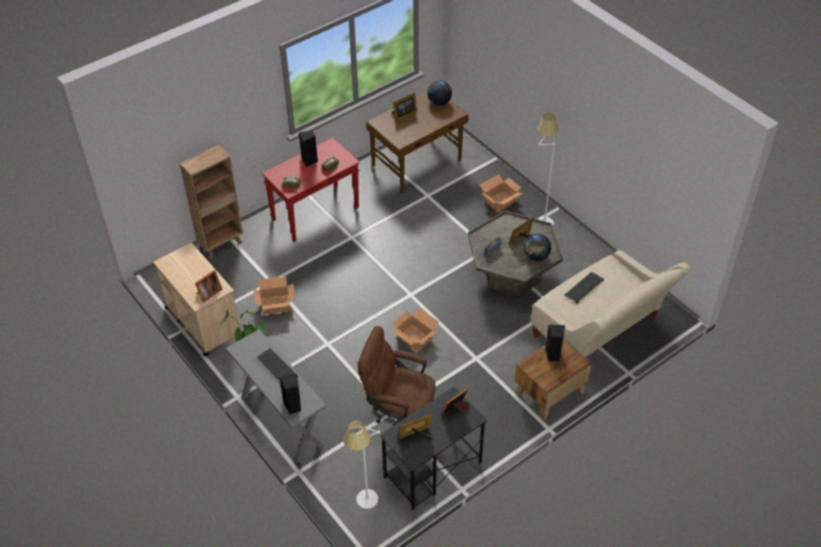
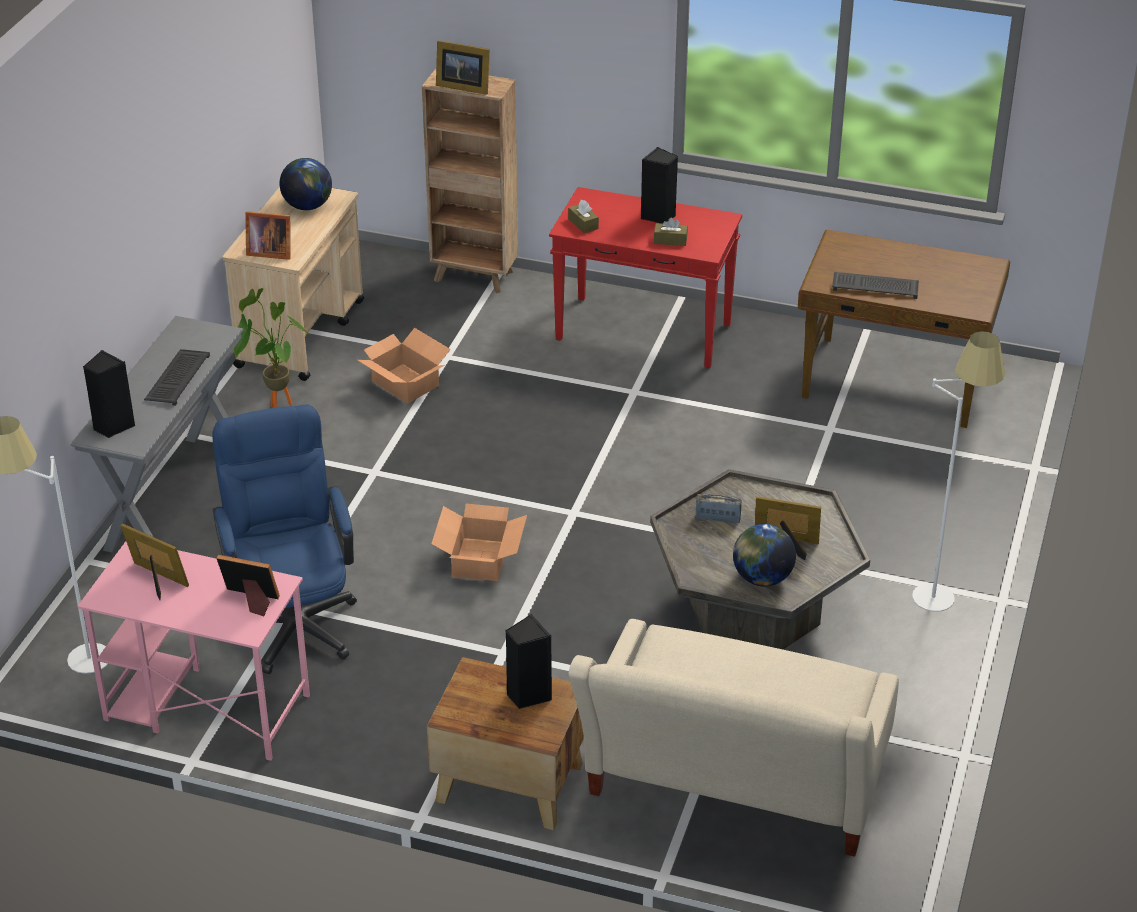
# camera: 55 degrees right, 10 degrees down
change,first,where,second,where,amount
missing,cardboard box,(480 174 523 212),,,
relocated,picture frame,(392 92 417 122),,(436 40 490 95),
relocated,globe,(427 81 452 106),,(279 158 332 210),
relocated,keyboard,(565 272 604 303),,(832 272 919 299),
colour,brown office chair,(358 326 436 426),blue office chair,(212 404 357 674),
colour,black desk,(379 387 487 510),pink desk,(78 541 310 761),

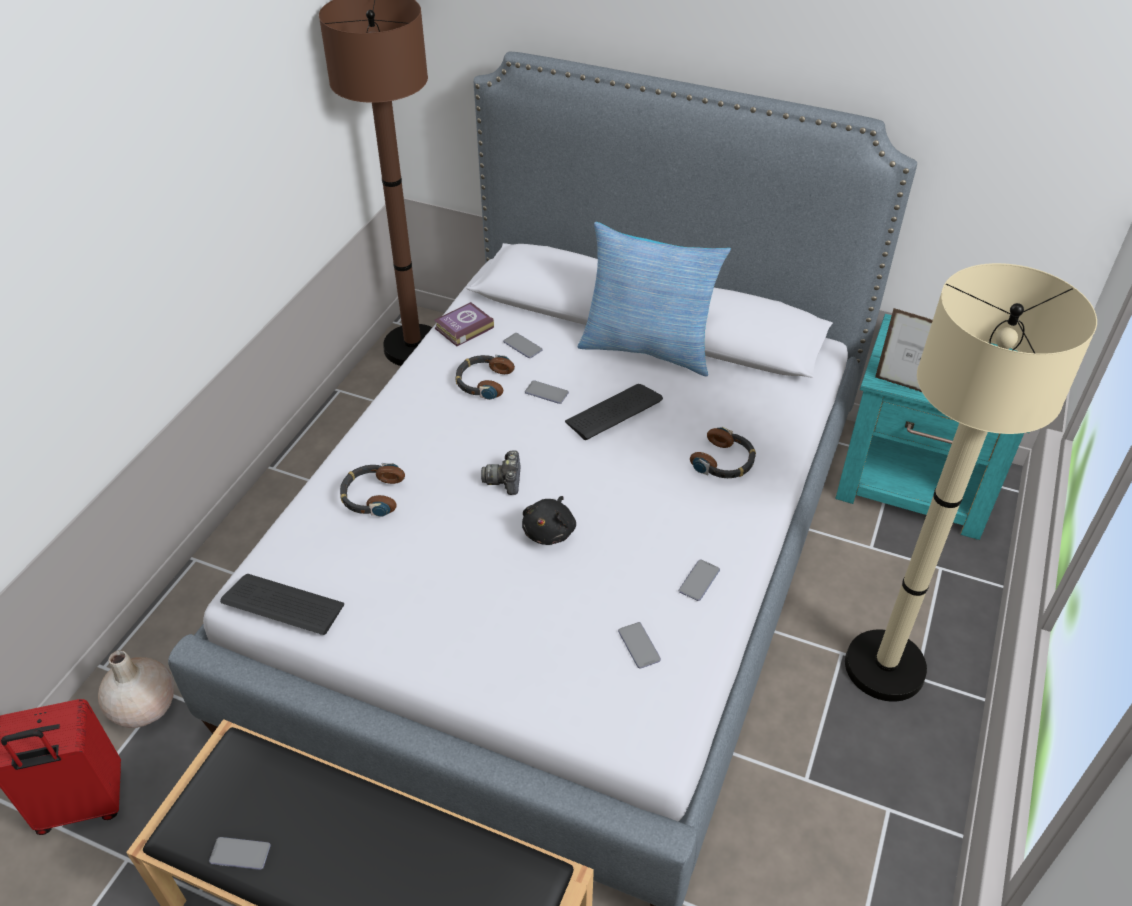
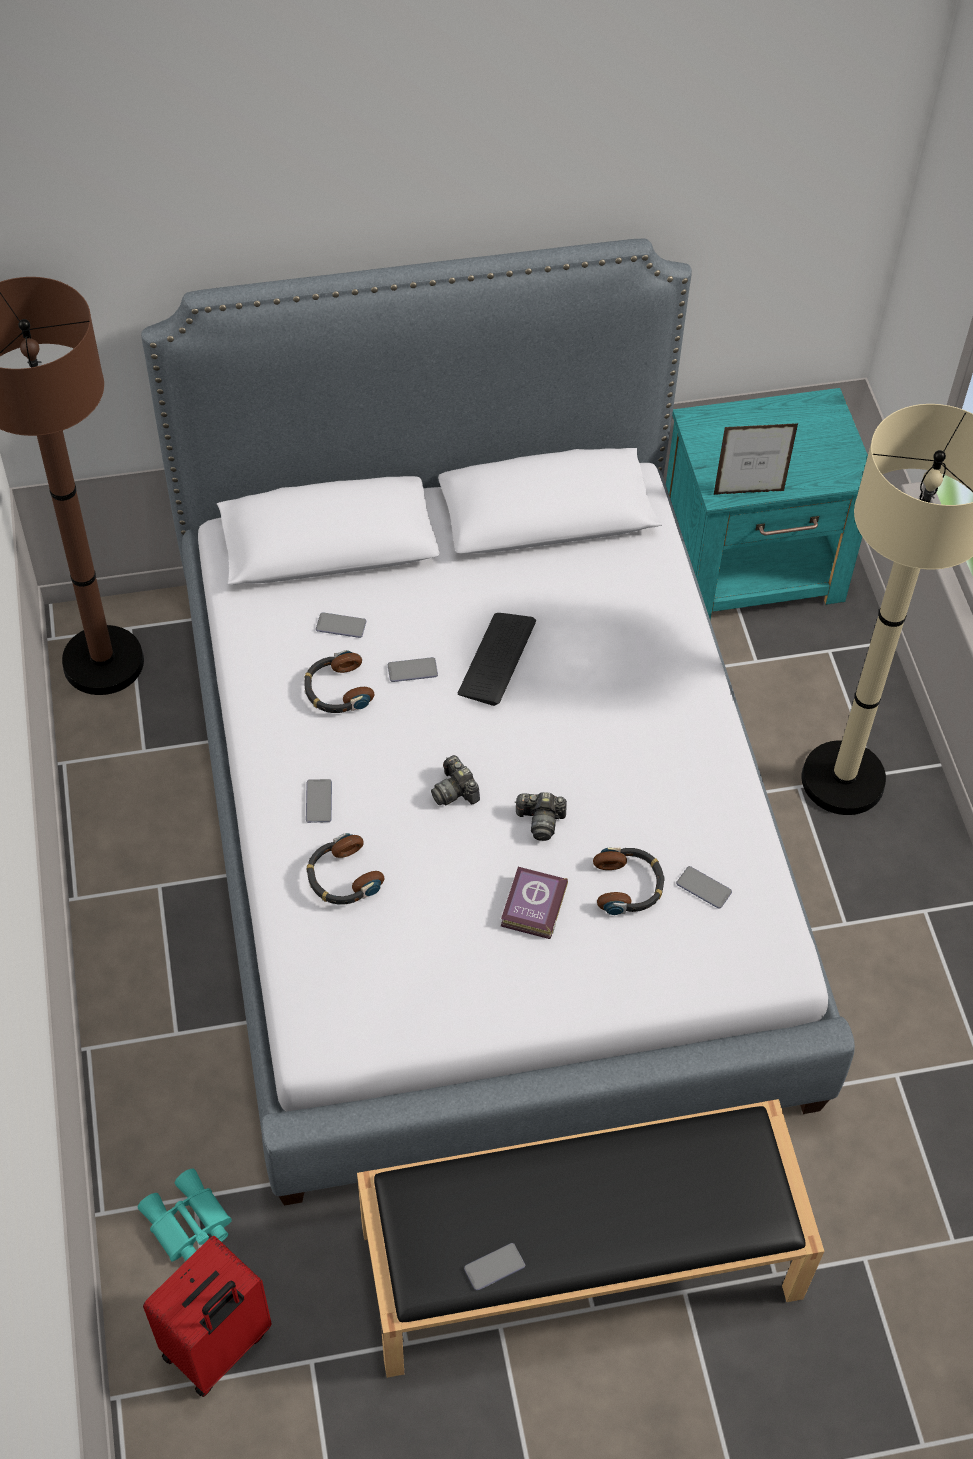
# camera: 35 degrees left, 10 degrees up
change,first,where,second,where,amount
missing,keyboard,(220 574 344 635),,,
missing,pillow,(578 222 731 377),,,
relocated,book,(434 302 494 346),,(501 867 568 939),
relocated,phone,(679 560 720 601),,(306 779 332 823),
relocated,headphones,(690 427 756 478),,(593 848 665 915),
exchanged,beige vase,(98 650 174 728),turquoise binoculars,(138 1169 232 1262),
exchanged,black plush toy,(522 496 576 545),photo camera,(515 792 567 841),

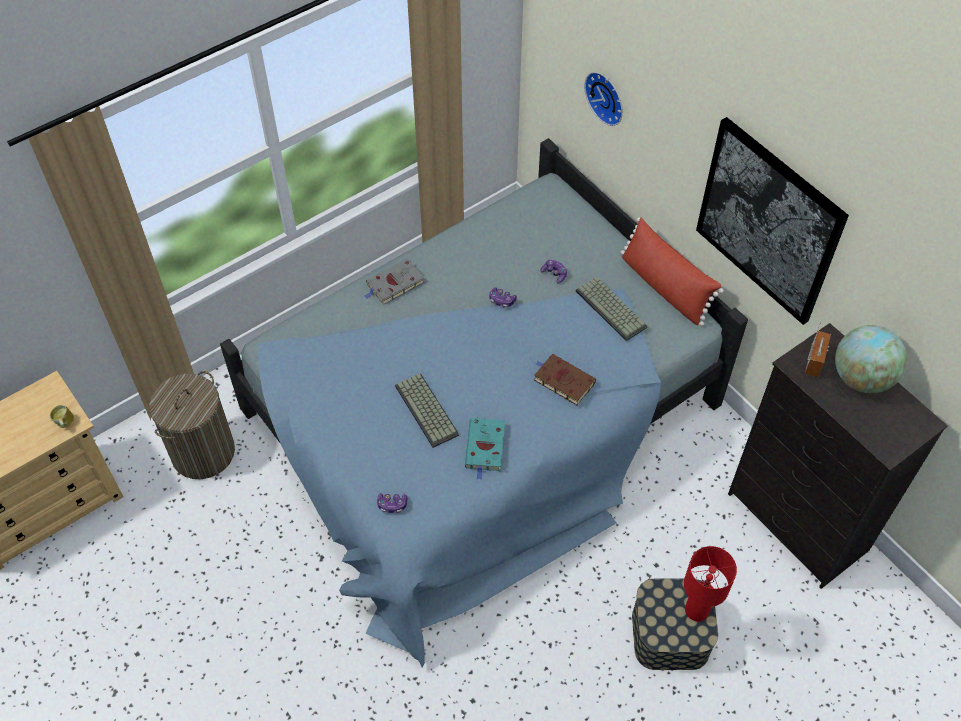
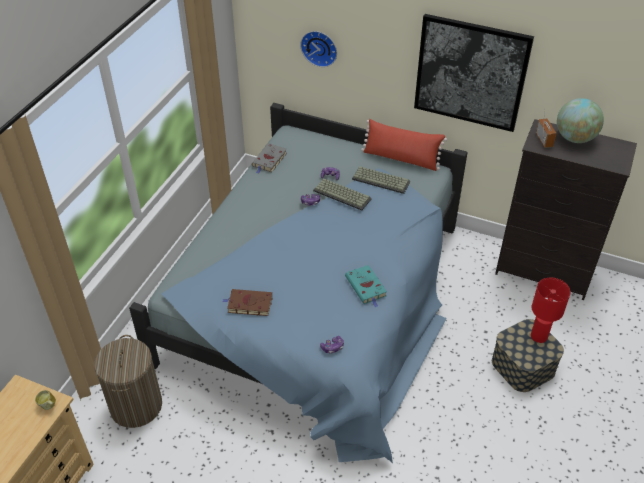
# camera: 30 degrees left, 10 degrees down
change,first,where,second,where,amount
relocated,grey book,(365 258 424 305),,(252 143 287 174),
relocated,keyboard,(395 373 459 448),,(313 179 372 211),
relocated,brown book,(534 354 596 405),,(223 289 272 316),

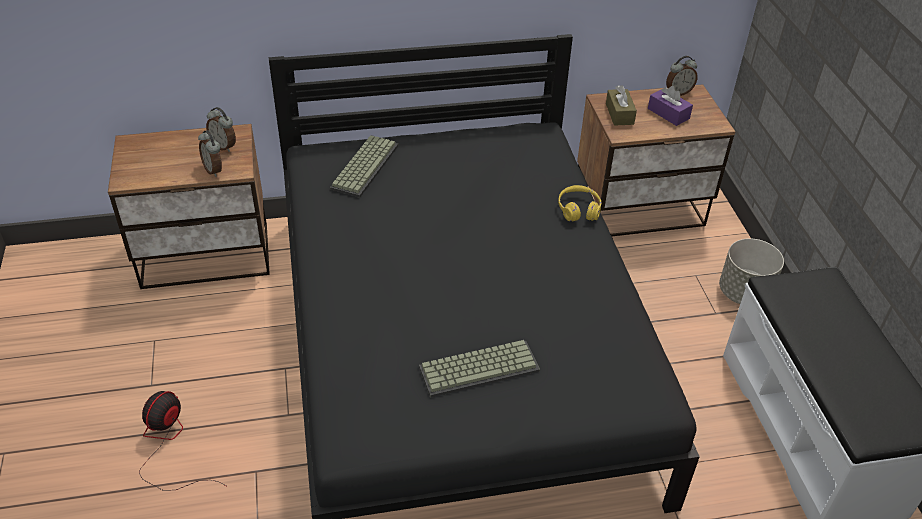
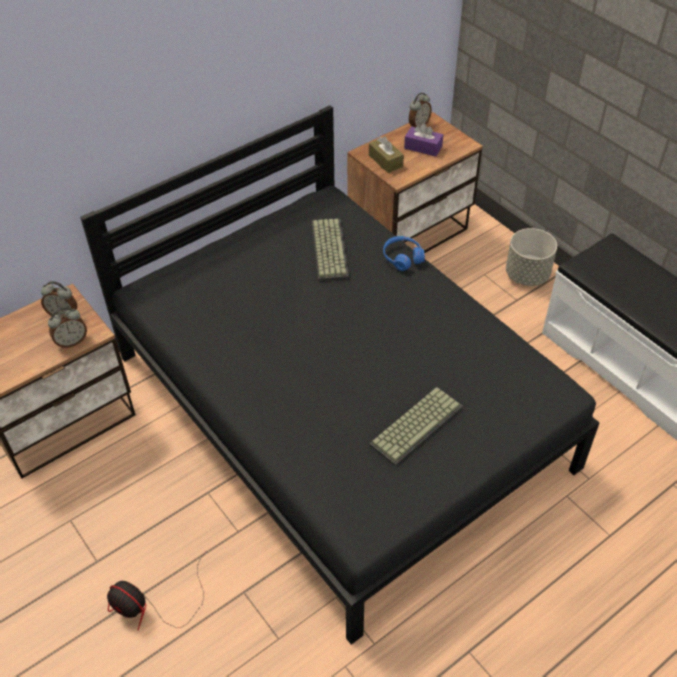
# camera: 25 degrees left, 5 degrees up
change,first,where,second,where,amount
relocated,keyboard,(330 135 399 197),,(312 218 349 280),
colour,yellow headphones,(558 185 601 221),blue headphones,(383 236 425 271),
spun,fan,(139 391 226 491),,(107 552 206 630),60 degrees counterclockwise
spun,alarm clock,(198 130 222 177),,(48 307 87 348),60 degrees counterclockwise

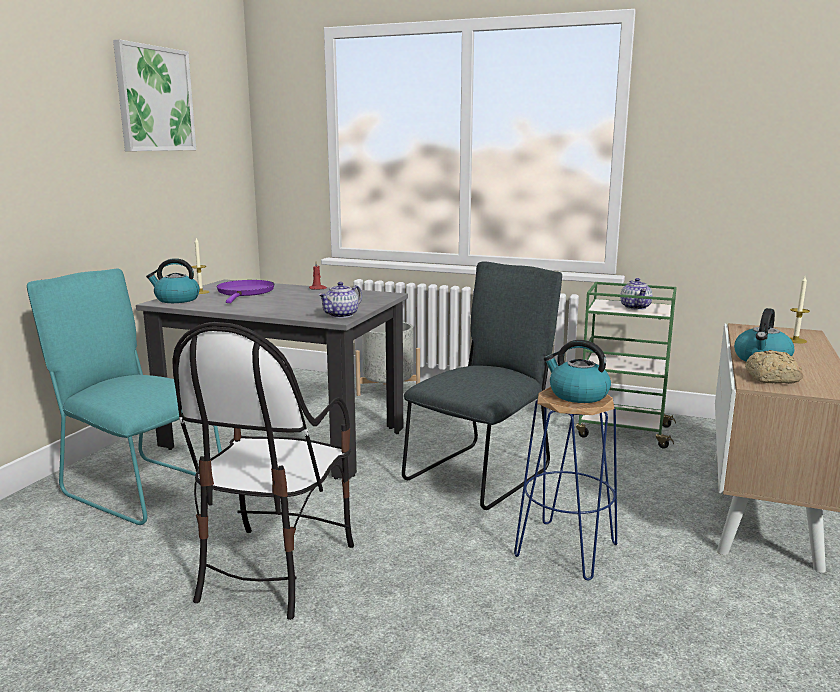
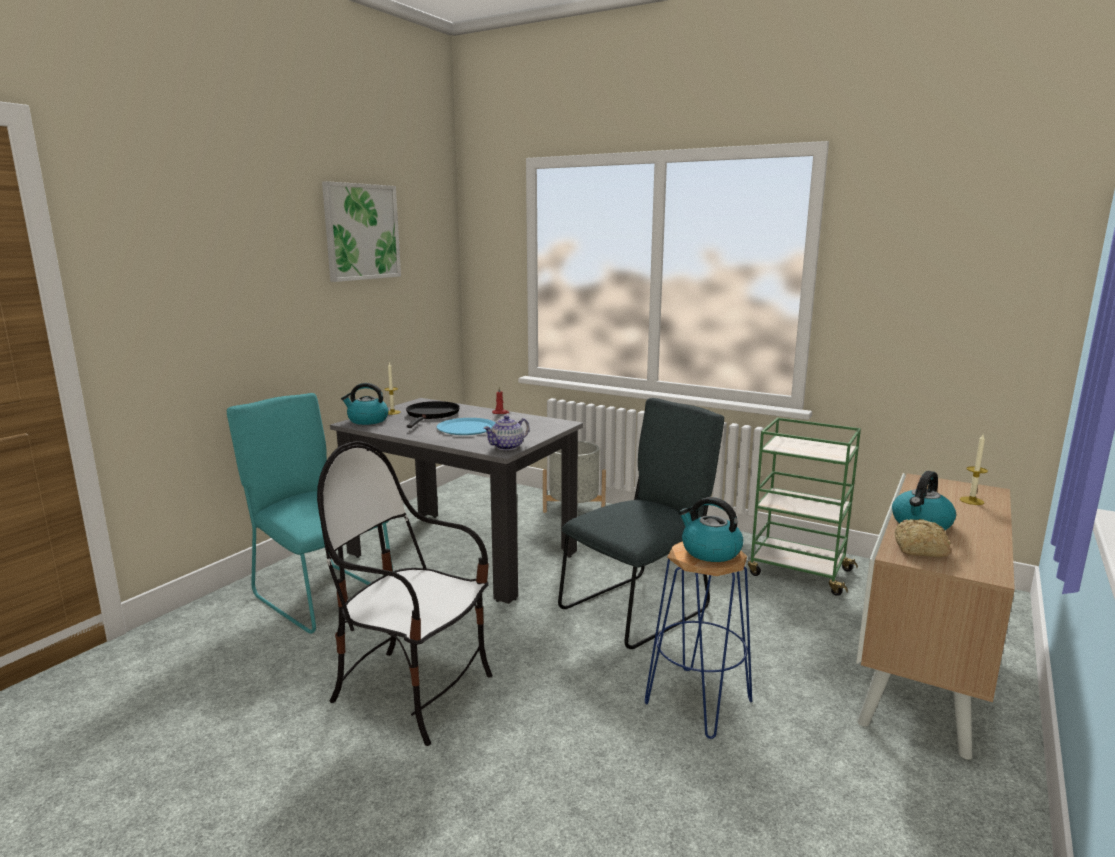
# camera: 10 degrees right, 0 degrees up
change,first,where,second,where,amount
missing,teapot,(620 278 653 310),,,
appeared,,,blue plate,(437 418 495 435),
colour,purple frying pan,(216 280 275 303),black frying pan,(406 401 460 428),
spun,chair,(172 322 354 620),,(317 441 493 746),90 degrees clockwise

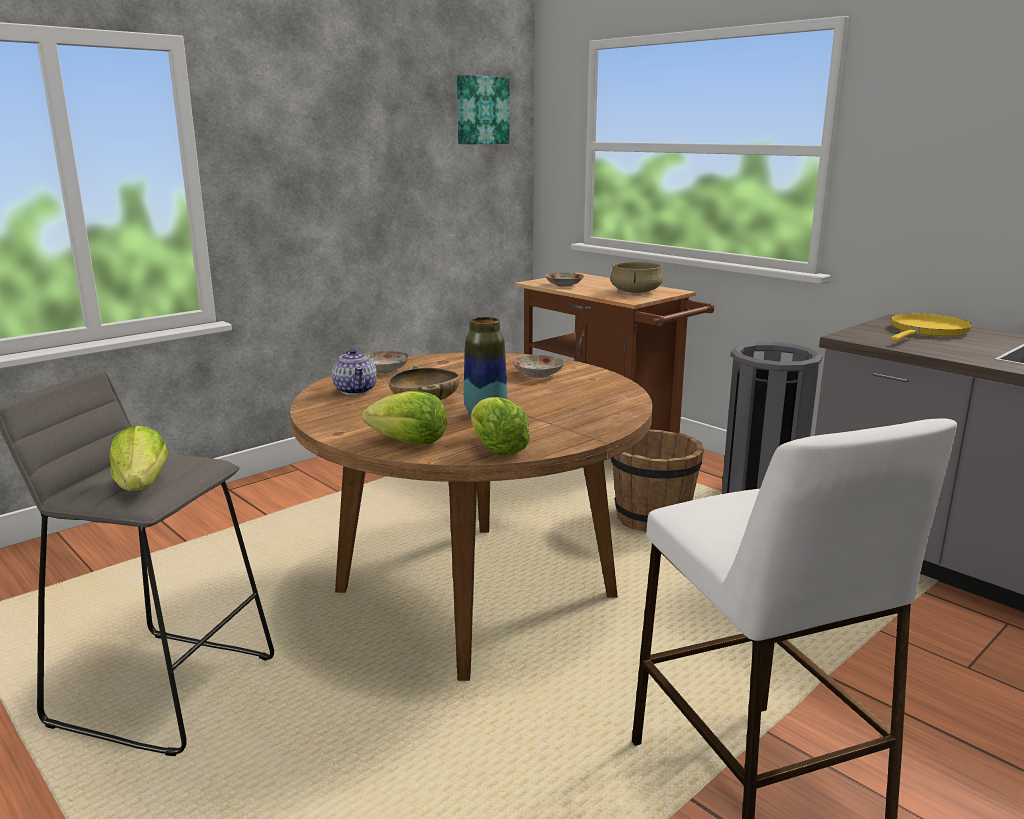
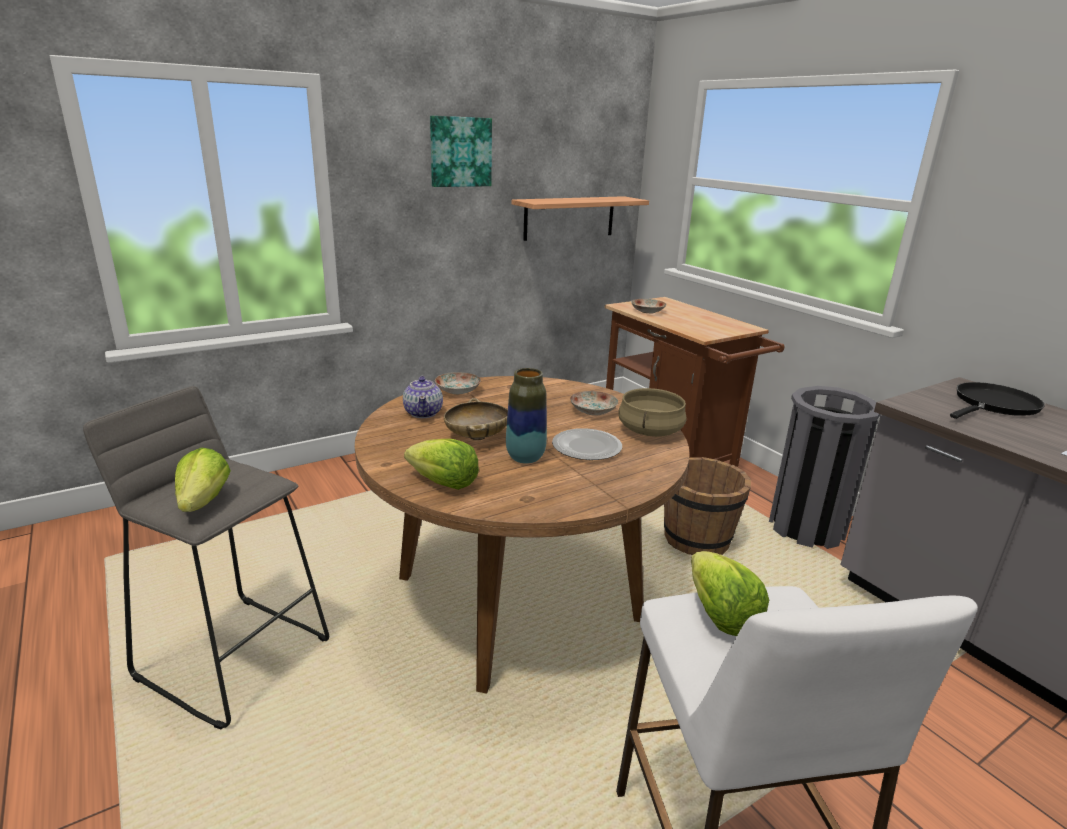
# camera: 10 degrees right, 5 degrees up
change,first,where,second,where,amount
appeared,,,shelf,(512 196 649 241),
appeared,,,plate,(552 428 622 460),
relocated,picture,(457 75 510 144),,(430 116 492 187),
relocated,lettuce,(471 397 530 456),,(691 551 769 636),
relocated,beige cooking pot,(610 262 663 293),,(618 388 687 437),
colour,yellow frying pan,(891 313 972 341),black frying pan,(950 382 1045 419),

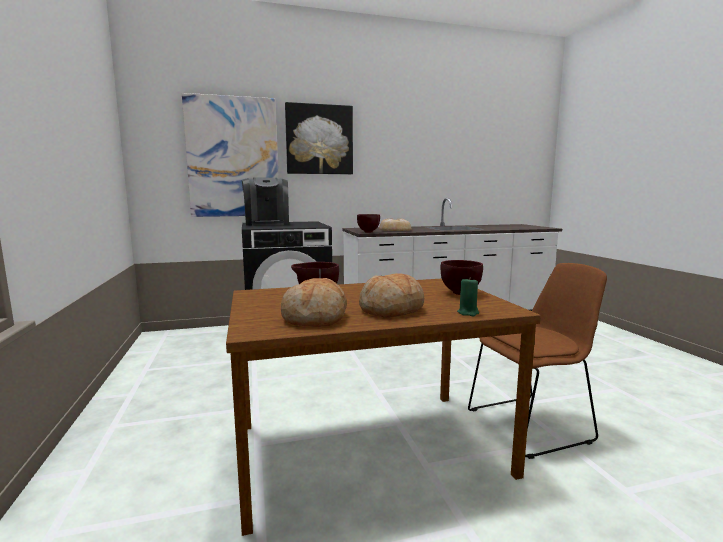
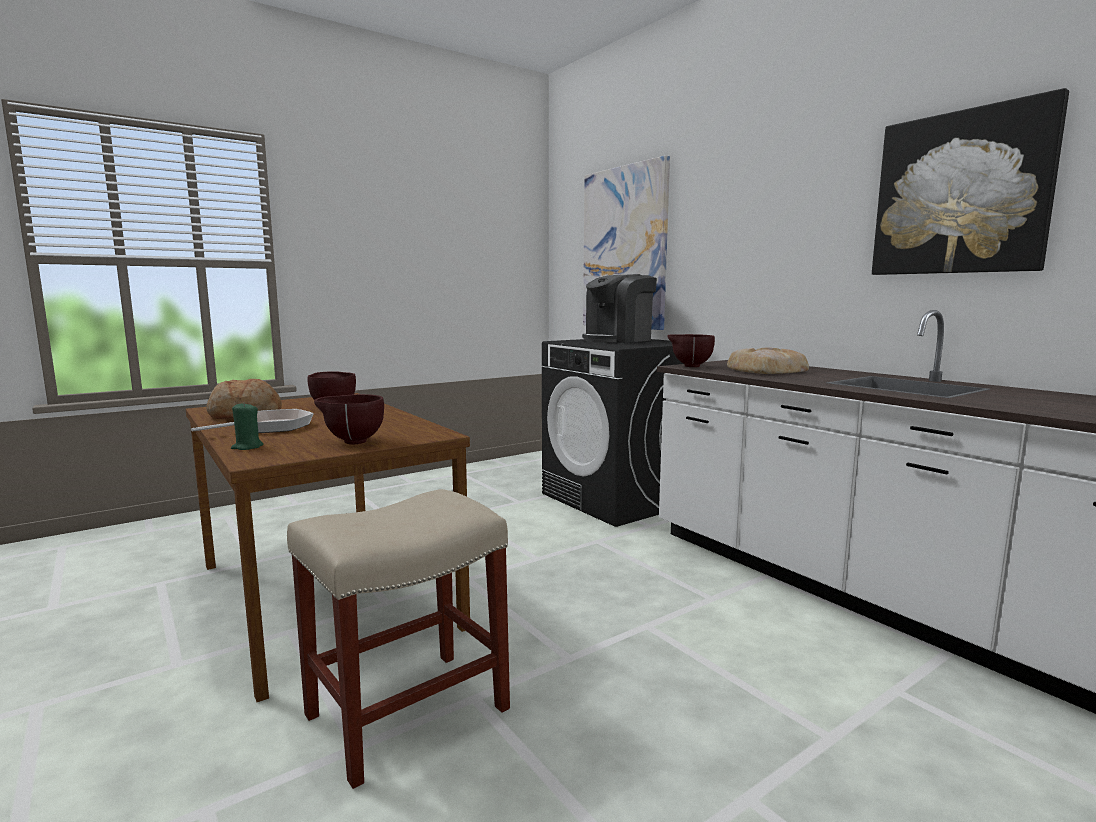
# camera: 70 degrees right, 0 degrees up
change,first,where,second,where,amount
relocated,picture,(285 102 353 174),,(872 88 1069 275),
exchanged,bread,(359 273 424 318),frying pan,(191 409 314 433),
exchanged,brown chair,(468 263 607 459),beige stool,(287 489 510 789),

